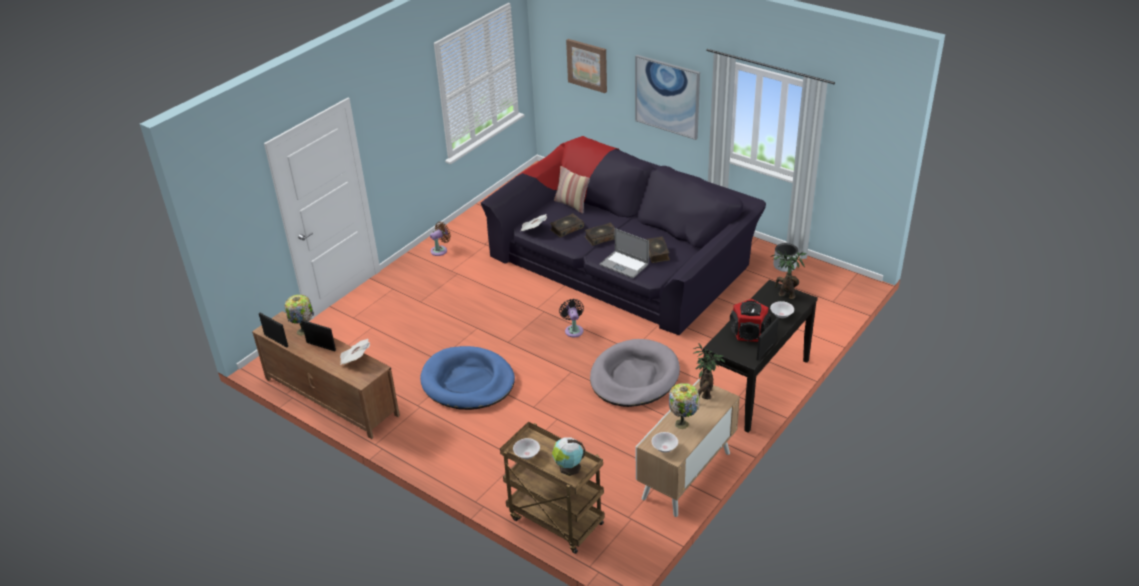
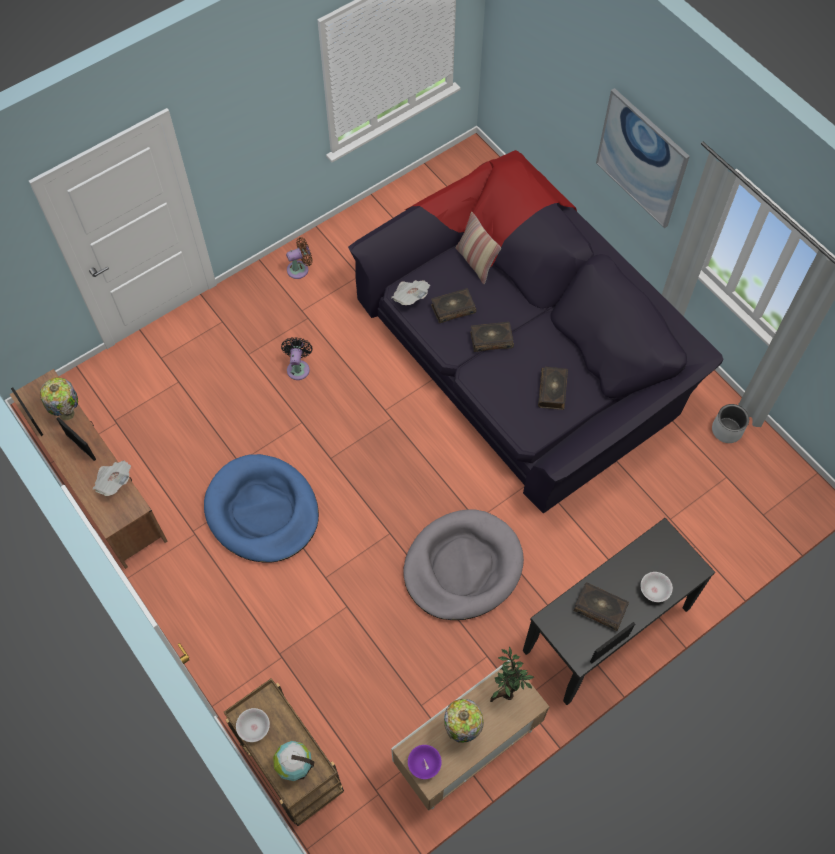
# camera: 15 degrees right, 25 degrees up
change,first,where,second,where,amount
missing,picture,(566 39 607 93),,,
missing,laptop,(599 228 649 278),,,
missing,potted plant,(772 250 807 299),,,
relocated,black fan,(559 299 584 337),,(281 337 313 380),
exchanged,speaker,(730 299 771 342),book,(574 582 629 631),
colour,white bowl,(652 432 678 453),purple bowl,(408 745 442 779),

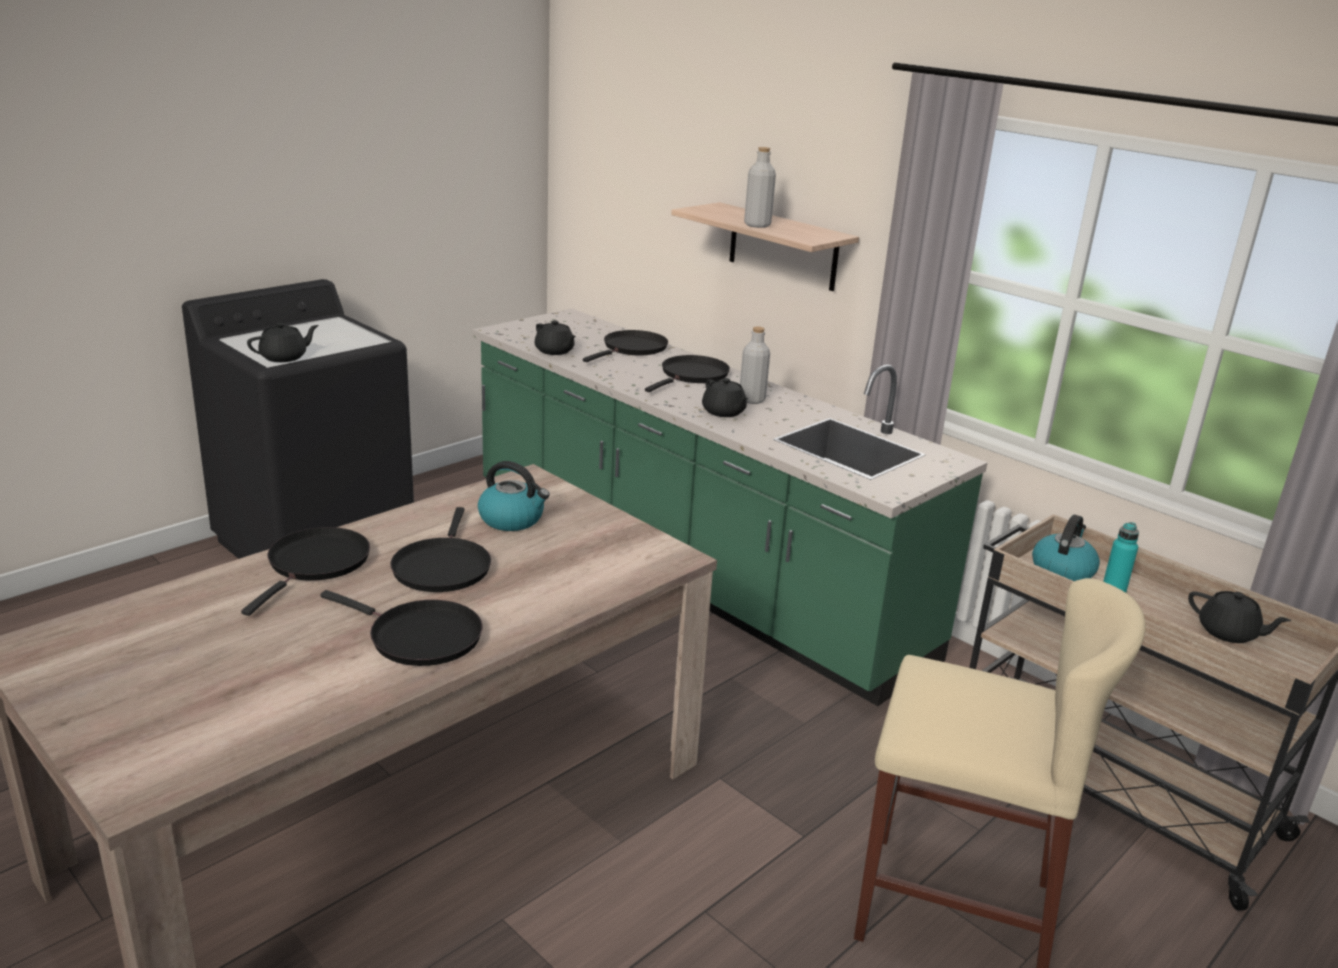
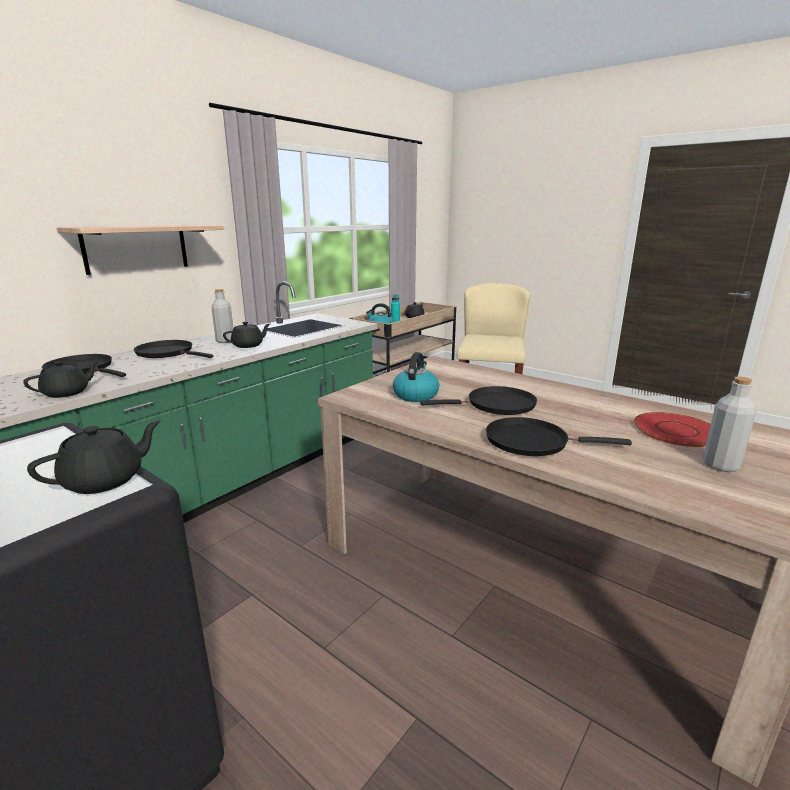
# camera: 95 degrees left, 5 degrees down
change,first,where,second,where,amount
missing,black frying pan,(320 590 483 666),,,
appeared,,,red plate,(634 412 711 447),
relocated,grey bottle,(744 147 776 228),,(703 376 757 472),
spun,black teapot,(247 323 319 362),,(27 421 161 494),90 degrees clockwise

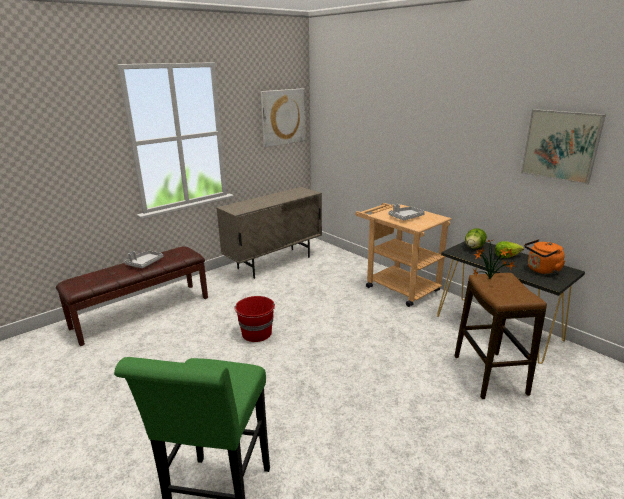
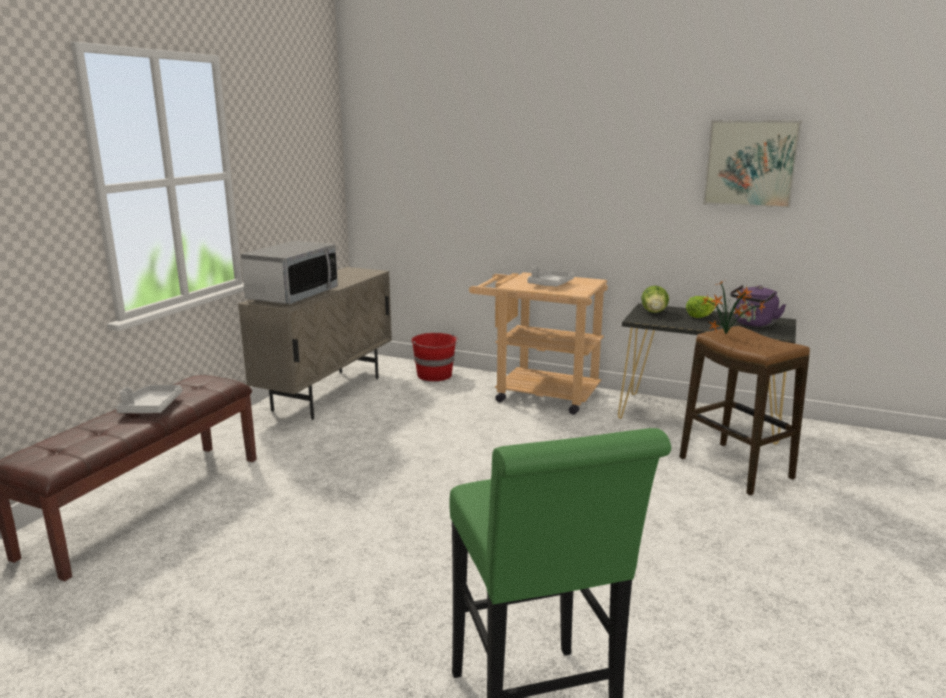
# camera: 25 degrees left, 5 degrees down
change,first,where,second,where,amount
missing,picture,(261 88 306 147),,,
appeared,,,microwave,(241 241 338 304),
relocated,red bucket,(234 296 275 342),,(411 333 458 381),
colour,orange kettle,(524 239 565 275),purple kettle,(730 285 786 327),

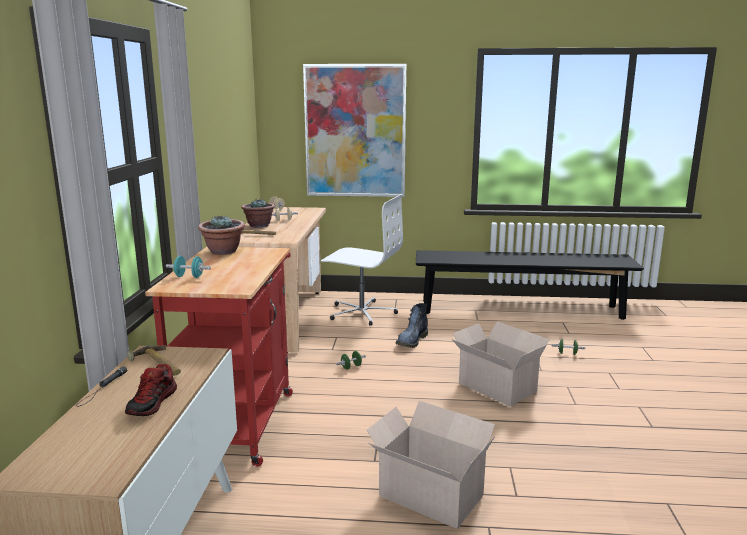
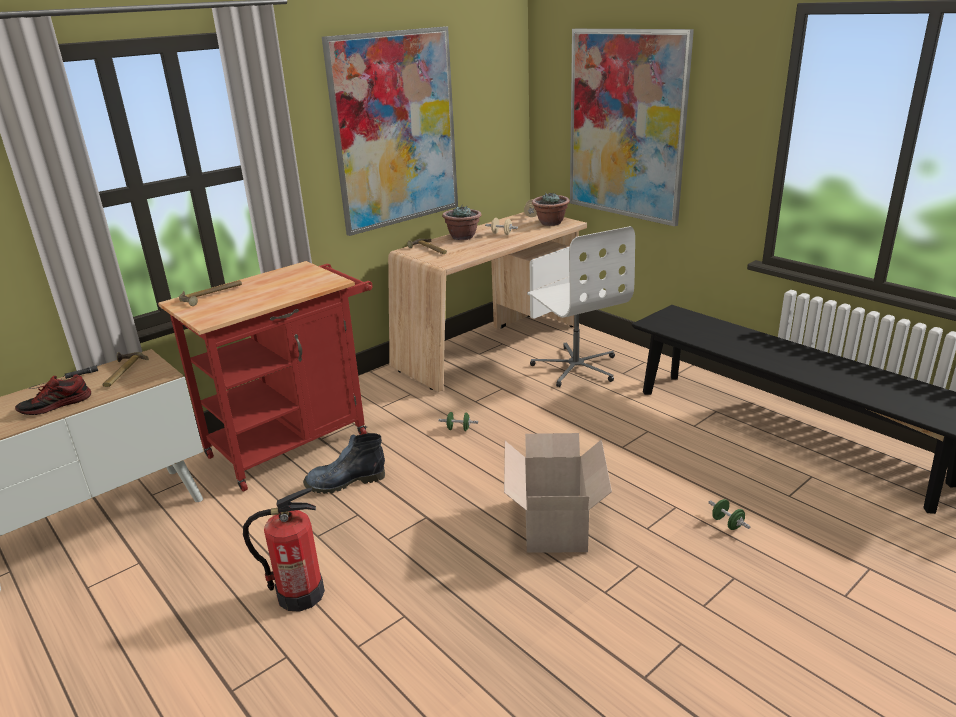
# camera: 45 degrees right, 10 degrees up
change,first,where,second,where,amount
appeared,,,picture,(322 26 458 236),
relocated,potted plant,(198 215 245 255),,(532 193 570 226),
relocated,boot,(396 303 428 348),,(303 433 385 494),
exchanged,turquoise dumbbell,(166 256 211 278),hammer,(179 280 242 306),
exchanged,cardboard box,(367 401 496 529),fire extinguisher,(243 487 325 612),

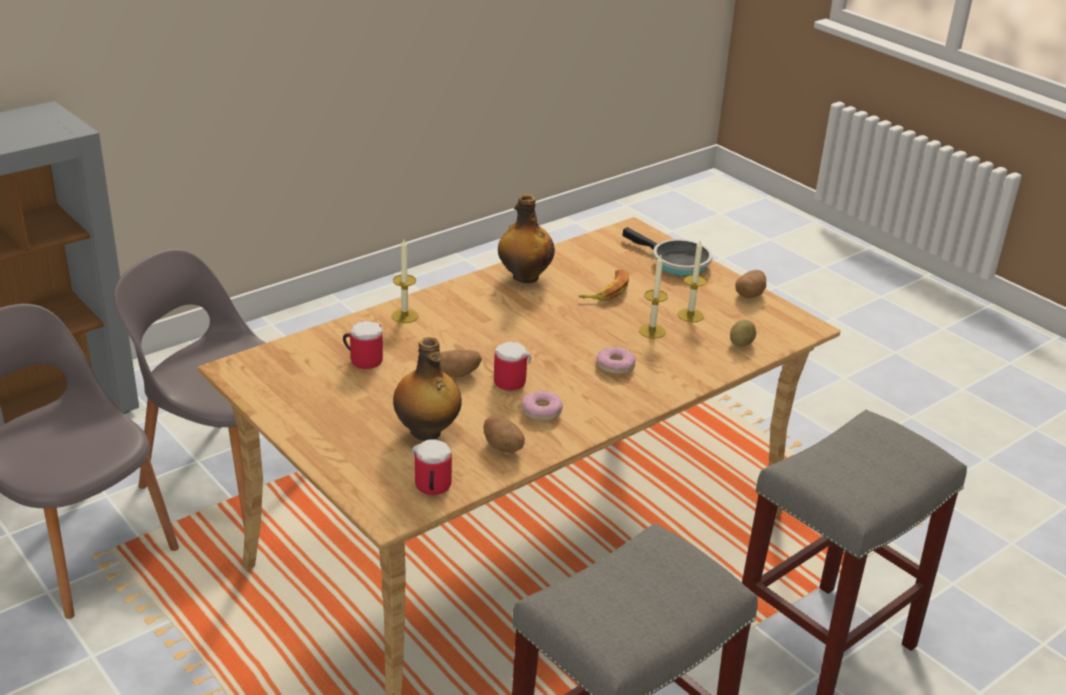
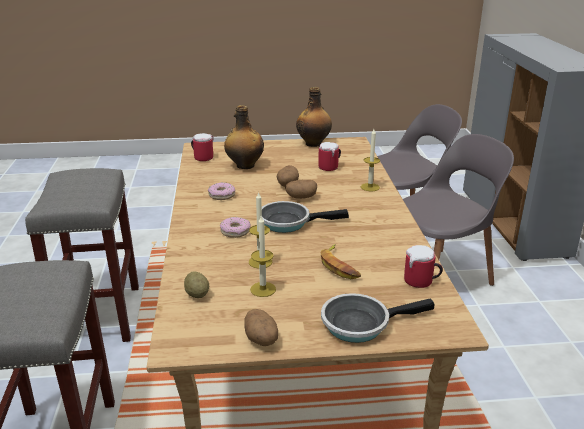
# camera: 125 degrees right, 5 degrees down
change,first,where,second,where,amount
appeared,,,frying pan,(262 201 349 233),
relocated,potato,(484 415 525 453),,(285 180 317 199),
relocated,mug,(494 342 531 390),,(404 245 443 288),
relocated,bottle,(498 194 555 283),,(296 87 332 147),

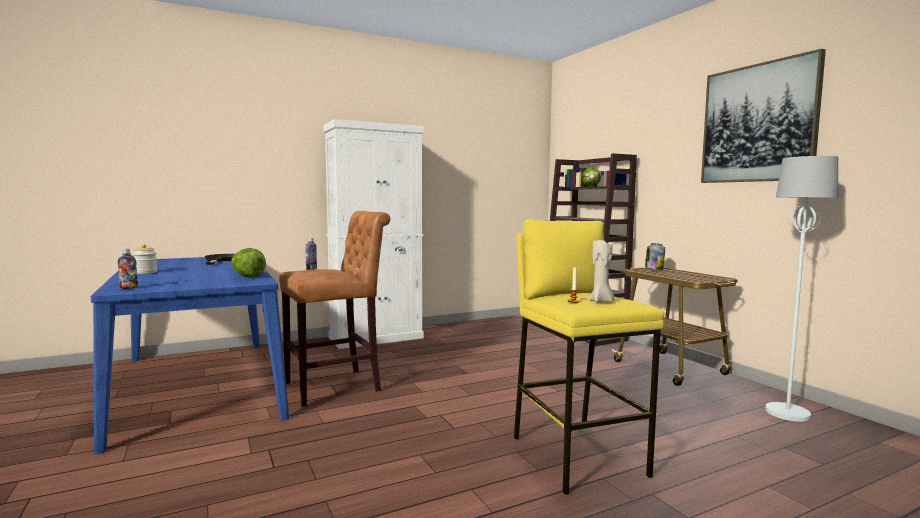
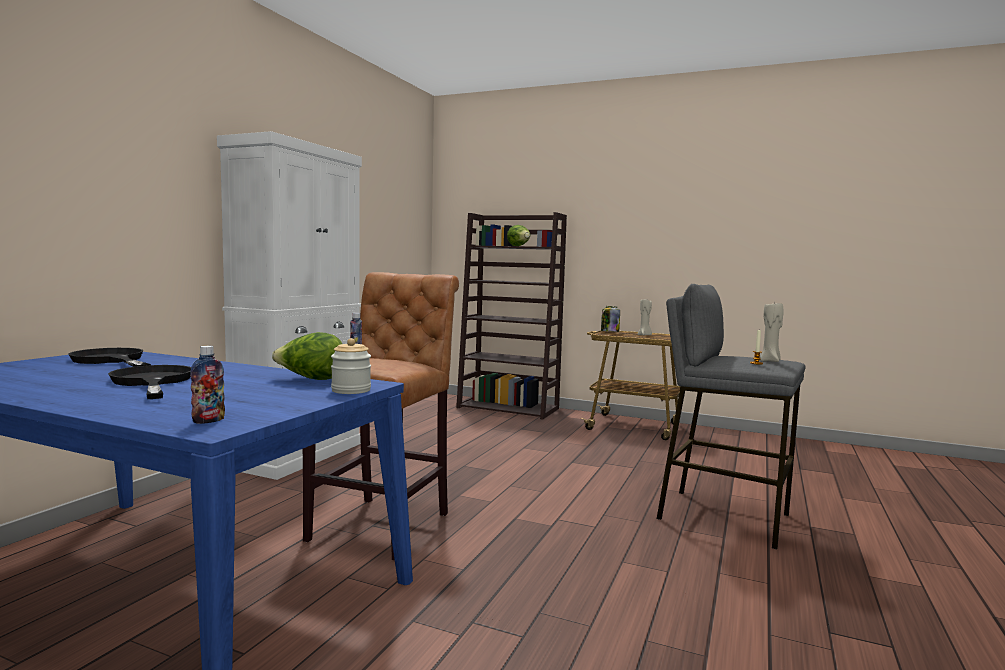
# camera: 40 degrees left, 0 degrees up
change,first,where,second,where,amount
missing,picture,(701 49 826 183),,,
missing,white floor lamp,(765 156 838 422),,,
appeared,,,black frying pan,(108 365 191 399),
appeared,,,beige candle,(638 299 652 335),
relocated,jar,(132 244 158 274),,(331 338 371 394),
colour,yellow stool,(514 219 665 496),grey stool,(656 284 806 549),

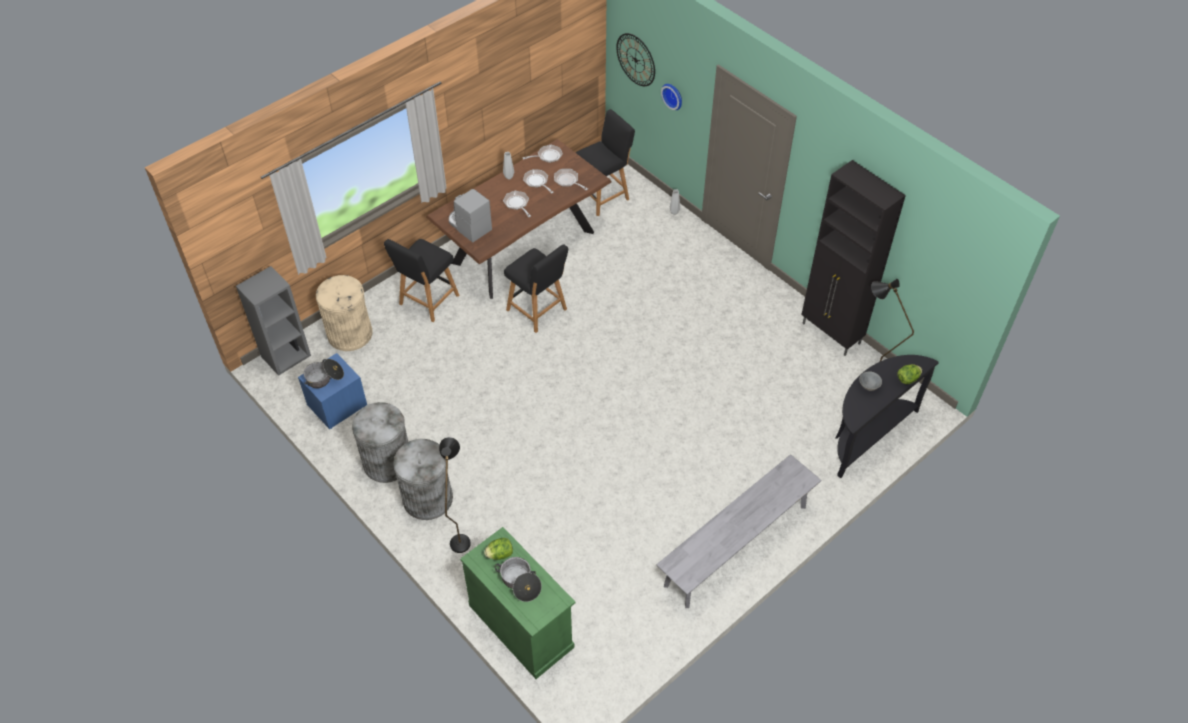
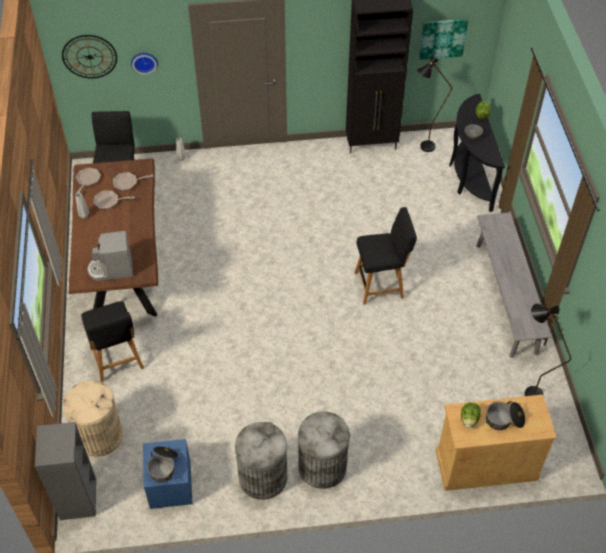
# camera: 55 degrees left, 0 degrees up
change,first,where,second,where,amount
missing,frying pan,(503 191 531 217),,,
appeared,,,picture,(419 19 468 60),
relocated,black floor lamp,(439 437 471 553),,(525 303 571 396),
relocated,black chair,(504 244 568 333),,(354 207 417 304),
colour,green cabinet,(460 527 575 679),beige cabinet,(436 394 557 491),

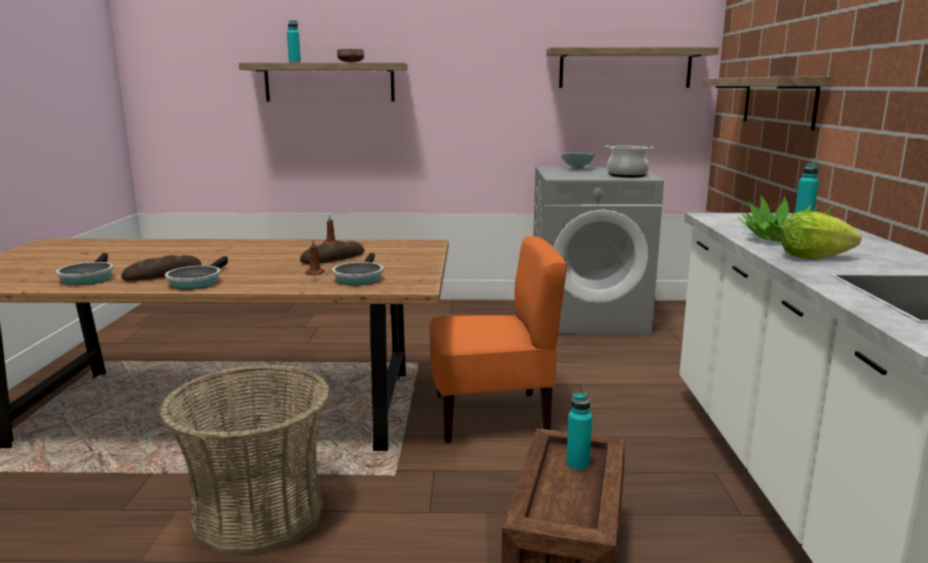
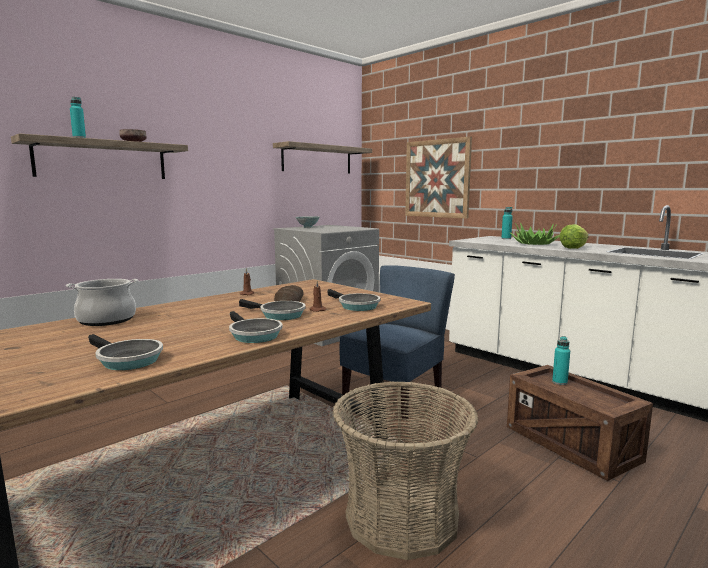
# camera: 45 degrees left, 5 degrees down
change,first,where,second,where,amount
missing,bread,(121 255 202 281),,,
appeared,,,frying pan,(239 299 306 320),
relocated,cooking pot,(605 146 654 178),,(66 279 138 326),
exchanged,shelf,(703 76 831 130),picture,(405 137 472 219),
colour,orange chair,(429 236 567 443),blue chair,(340 265 455 419),

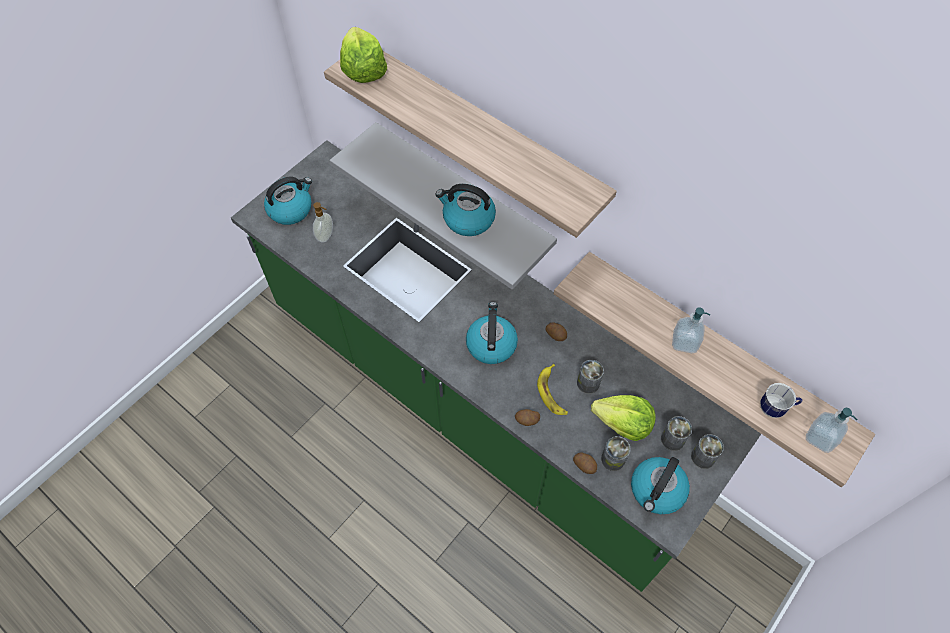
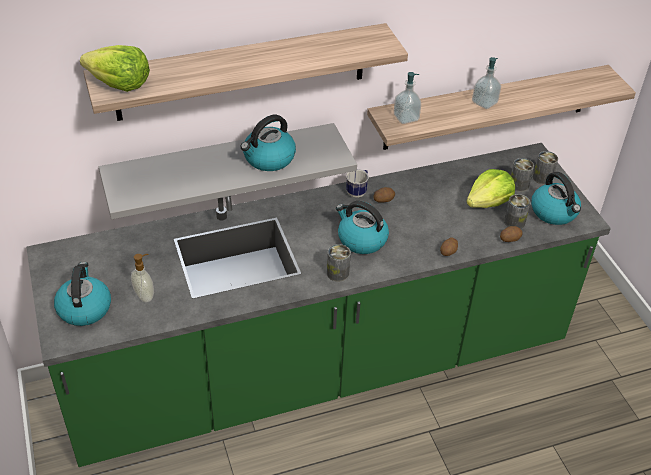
# camera: 60 degrees left, 15 degrees down
change,first,where,second,where,amount
missing,banana,(537 364 568 415),,,
relocated,can,(577 360 604 394),,(327 244 351 282),
relocated,mug,(760 383 803 418),,(346 169 369 198),
relocated,soap dispenser,(806 408 857 453),,(394 72 421 124),

